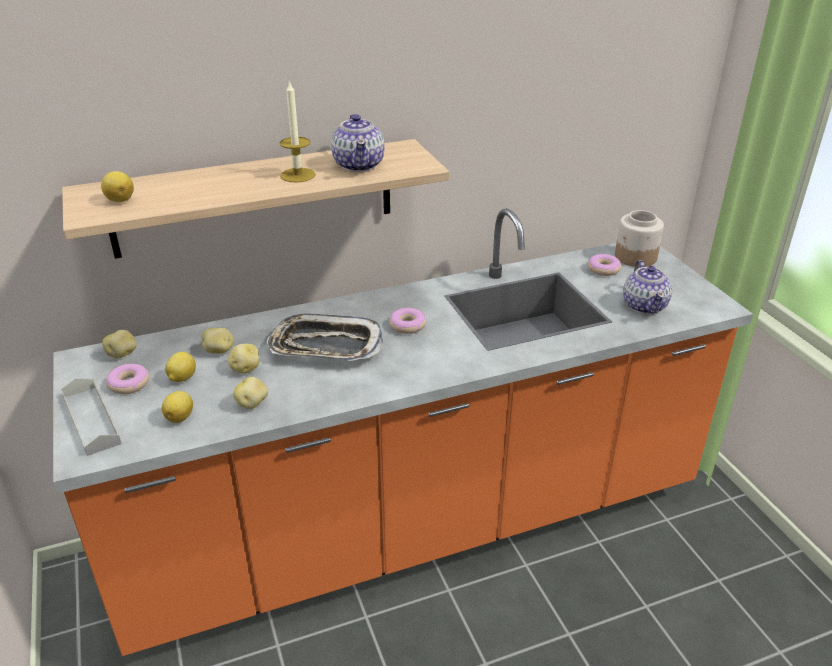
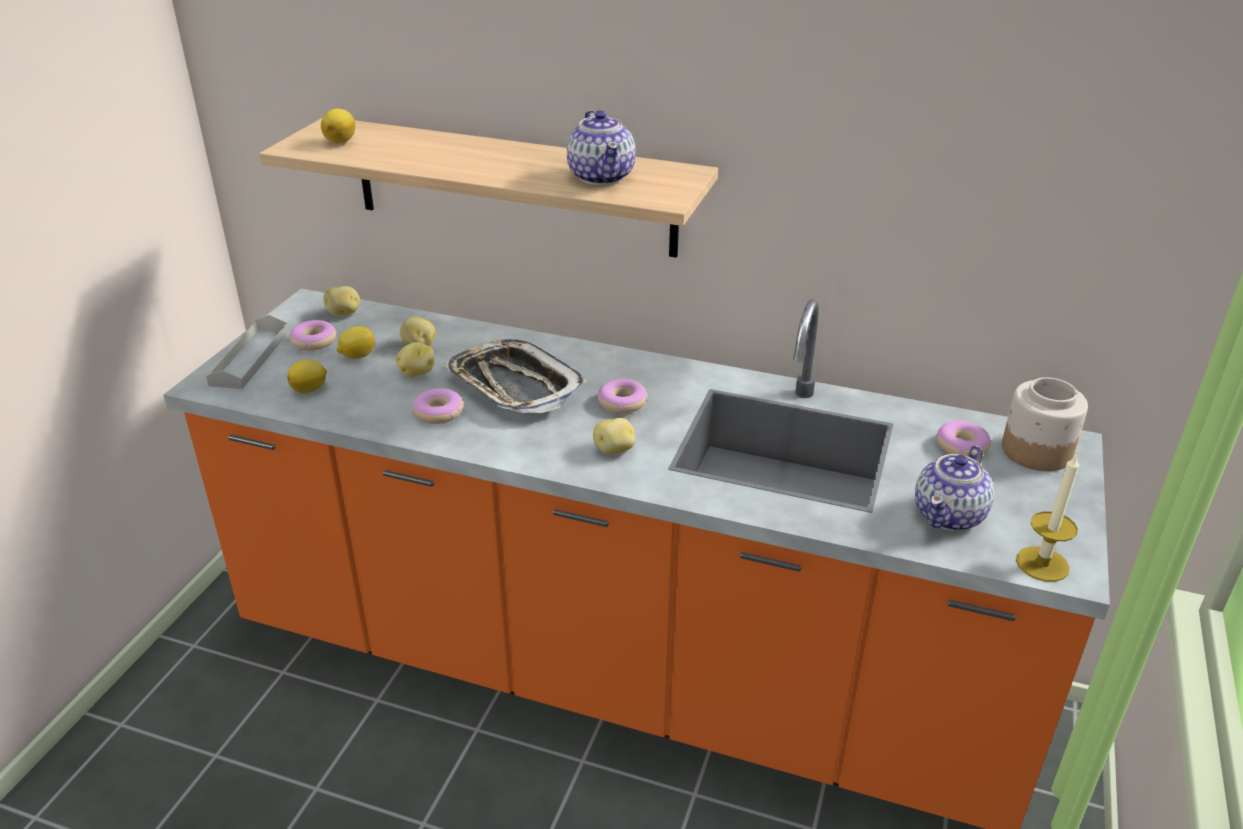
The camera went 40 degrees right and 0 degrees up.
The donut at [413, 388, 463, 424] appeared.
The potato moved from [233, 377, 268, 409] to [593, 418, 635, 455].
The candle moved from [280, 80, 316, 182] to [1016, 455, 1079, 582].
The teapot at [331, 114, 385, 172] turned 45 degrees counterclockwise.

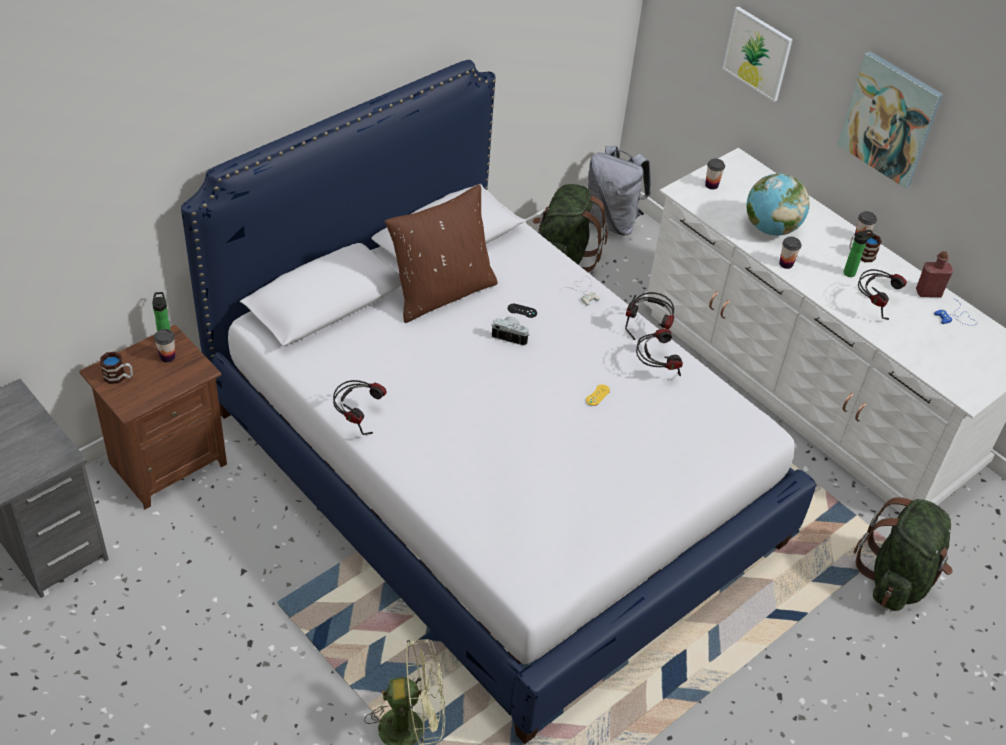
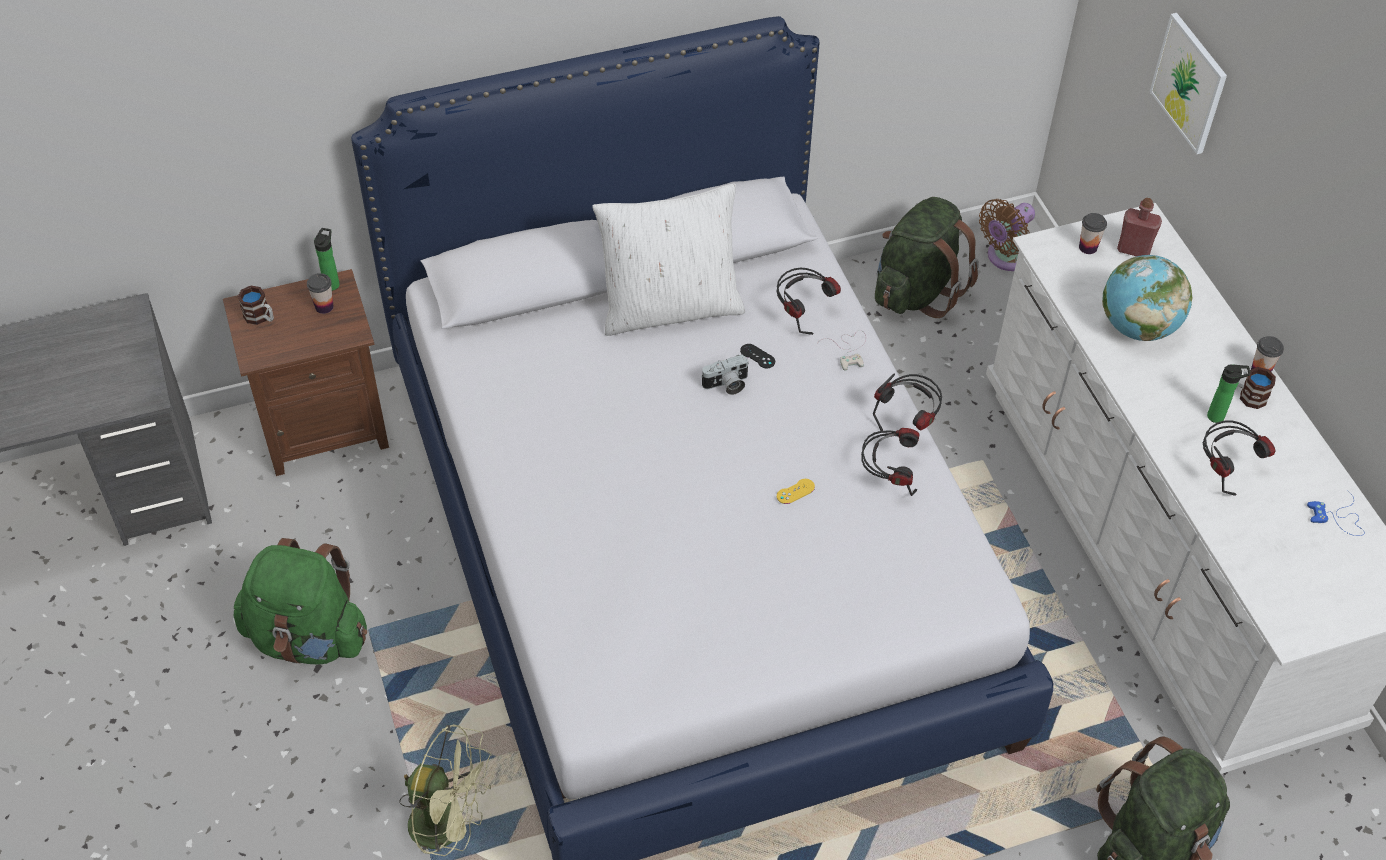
The camera went 25 degrees right and 5 degrees up.
The cup at [779, 237, 802, 269] disappeared.
The picture at [837, 51, 943, 189] disappeared.
The green backpack at [234, 538, 367, 664] appeared.
The headphones moved from [333, 380, 387, 435] to [777, 268, 841, 335].
The red bottle moved from [916, 251, 953, 297] to [1117, 198, 1162, 256].
The grey backpack at [588, 146, 651, 235] was replaced by the brown fan at [979, 199, 1035, 271].
The brown pillow at [385, 184, 498, 323] became the white pillow at [592, 184, 745, 336].
The photo camera at [491, 317, 530, 346] turned 120 degrees clockwise.

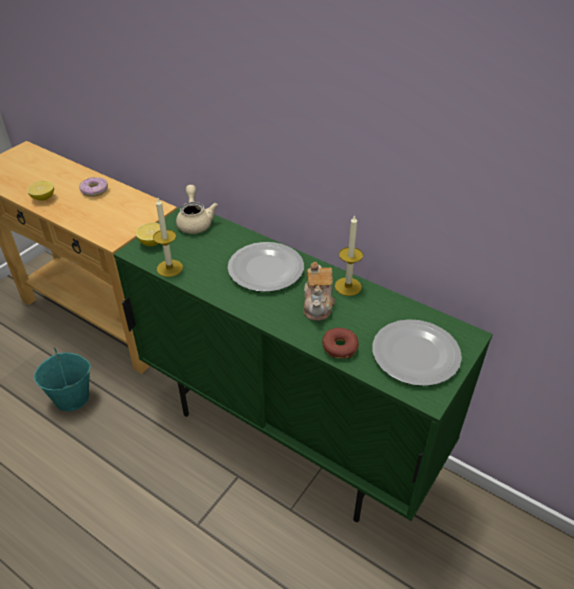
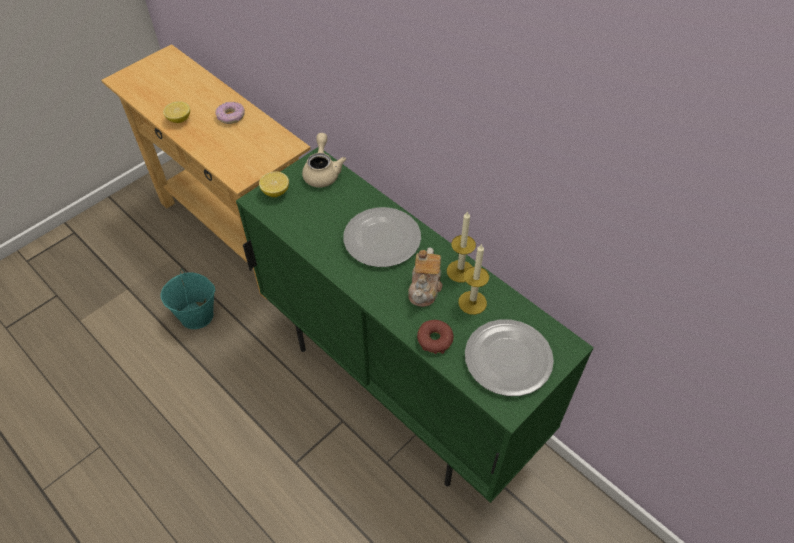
The camera went 10 degrees right and 10 degrees up.
The candle moved from [153, 198, 183, 277] to [458, 243, 489, 315].

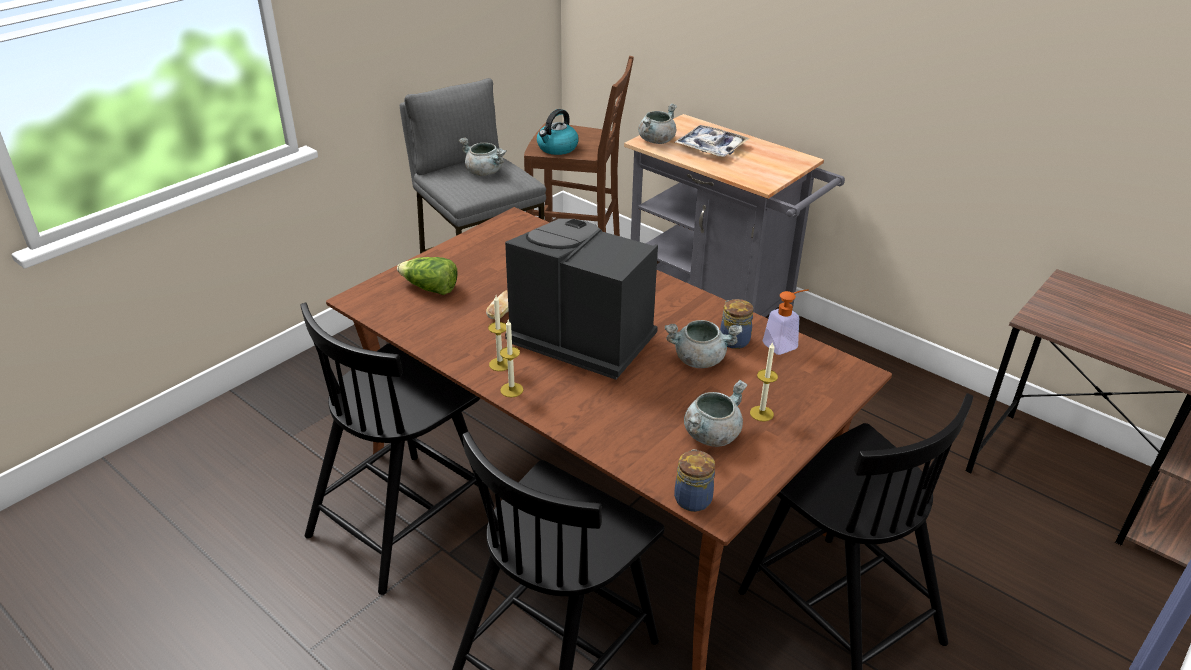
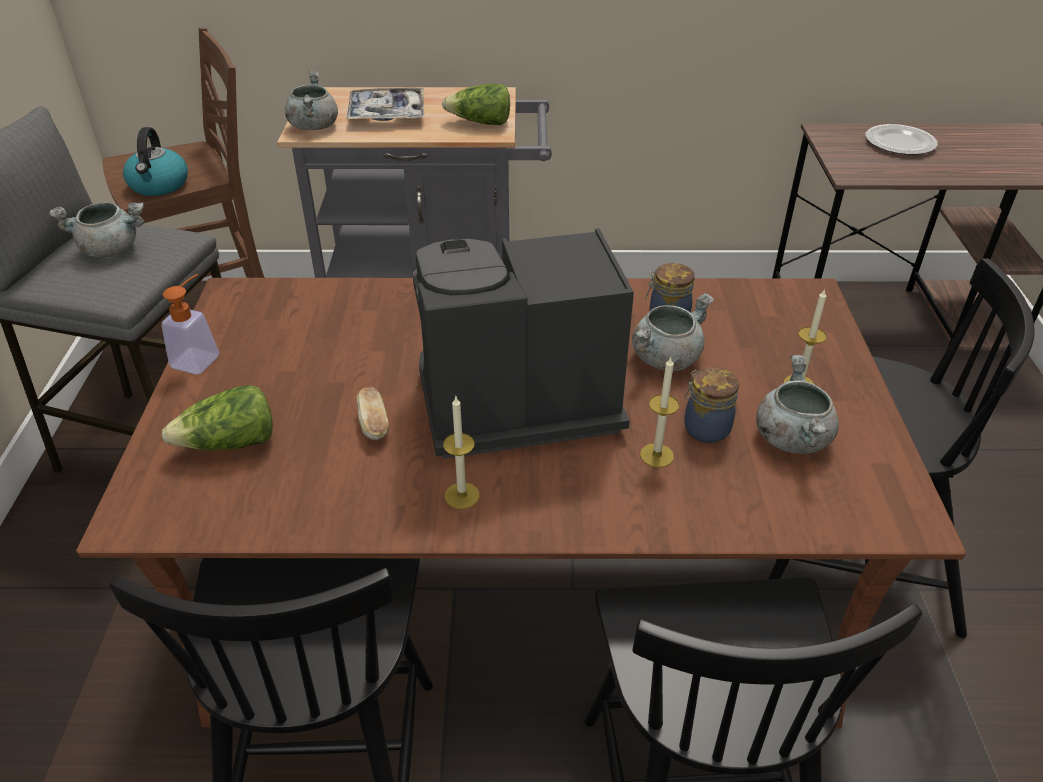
The camera went 40 degrees left and 5 degrees up.
The lettuce at [442, 84, 510, 125] appeared.
The plate at [866, 124, 938, 155] appeared.
The candle moved from [500, 320, 523, 398] to [640, 356, 679, 468].
The jar moved from [674, 449, 715, 512] to [684, 367, 739, 443].
The soap dispenser moved from [763, 289, 809, 355] to [161, 274, 219, 374].

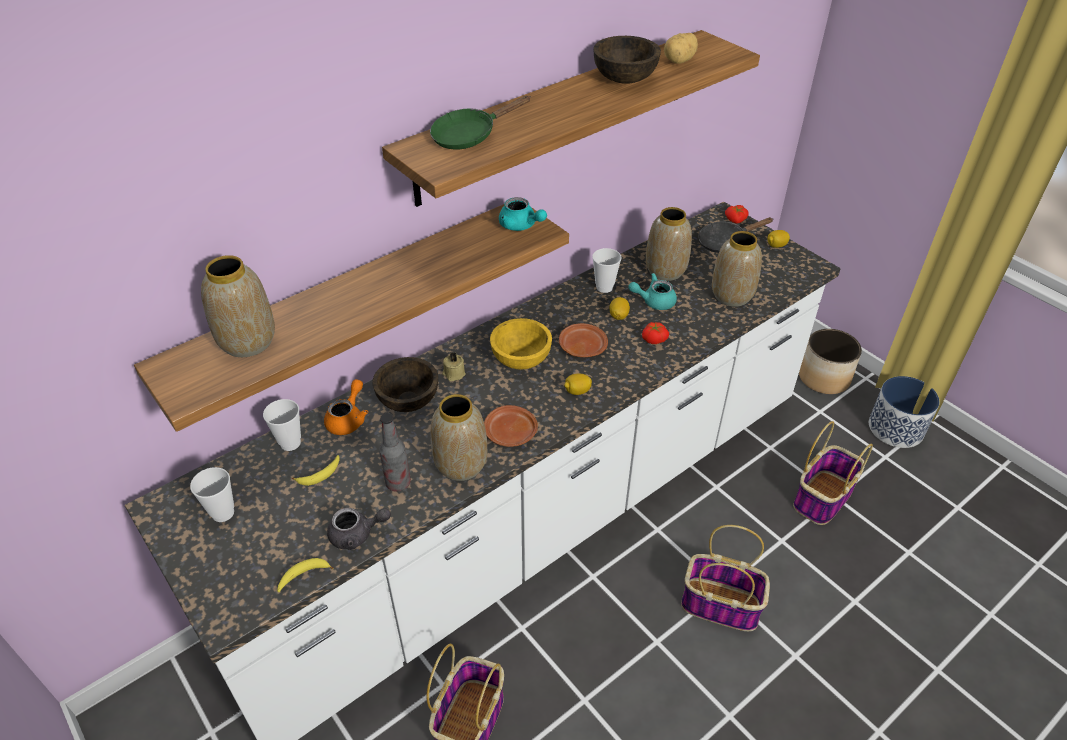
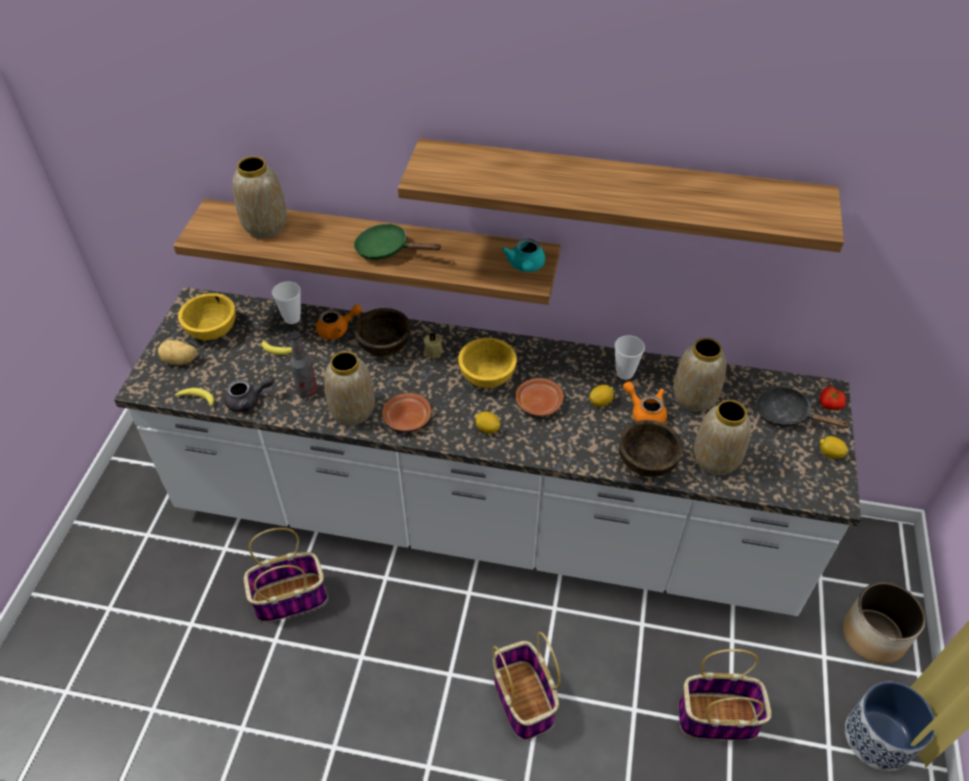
The camera went 50 degrees right and 5 degrees up.
The tomato at [642, 322, 669, 344] disappeared.
The green frying pan moved from [430, 96, 531, 150] to [354, 224, 442, 260].
The brown bowl moved from [593, 36, 661, 84] to [619, 420, 683, 477].
The potato moved from [664, 33, 698, 64] to [158, 340, 197, 365].
The cup at [190, 467, 234, 522] was replaced by the yellow bowl at [178, 293, 236, 340].
The turquoise teapot at [628, 273, 677, 310] became the orange teapot at [623, 381, 667, 423].
The grey teapot at [327, 508, 391, 550] turned 60 degrees counterclockwise.

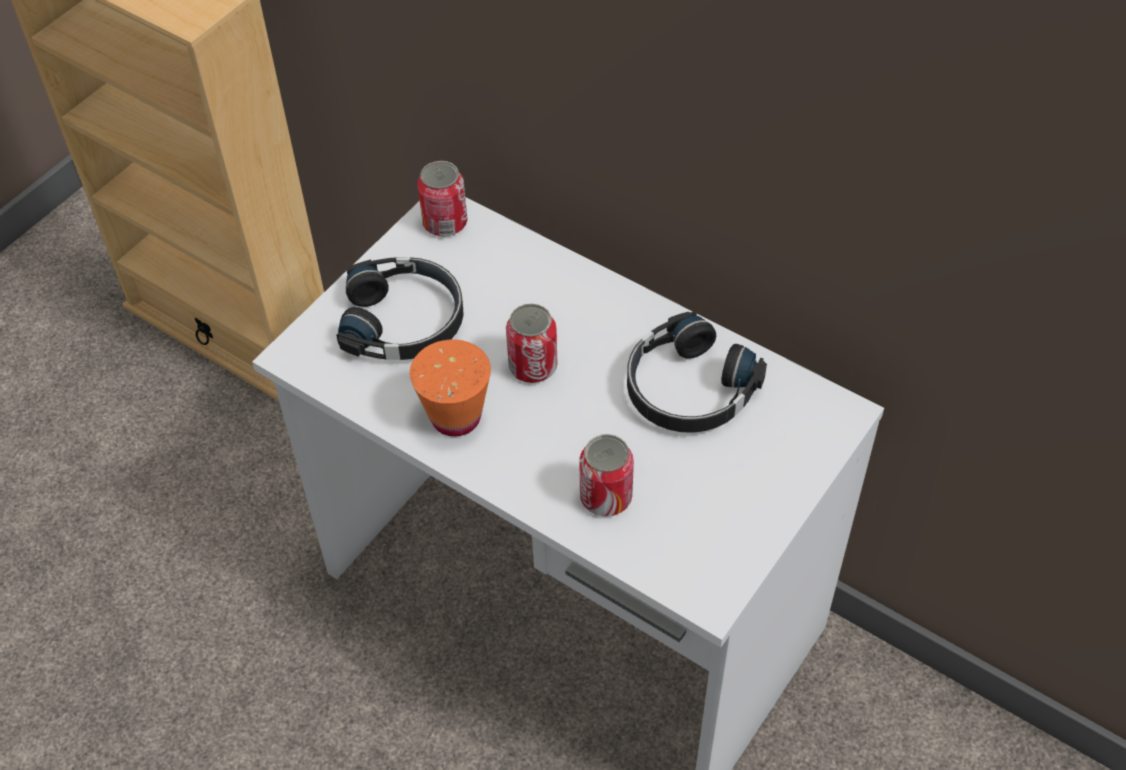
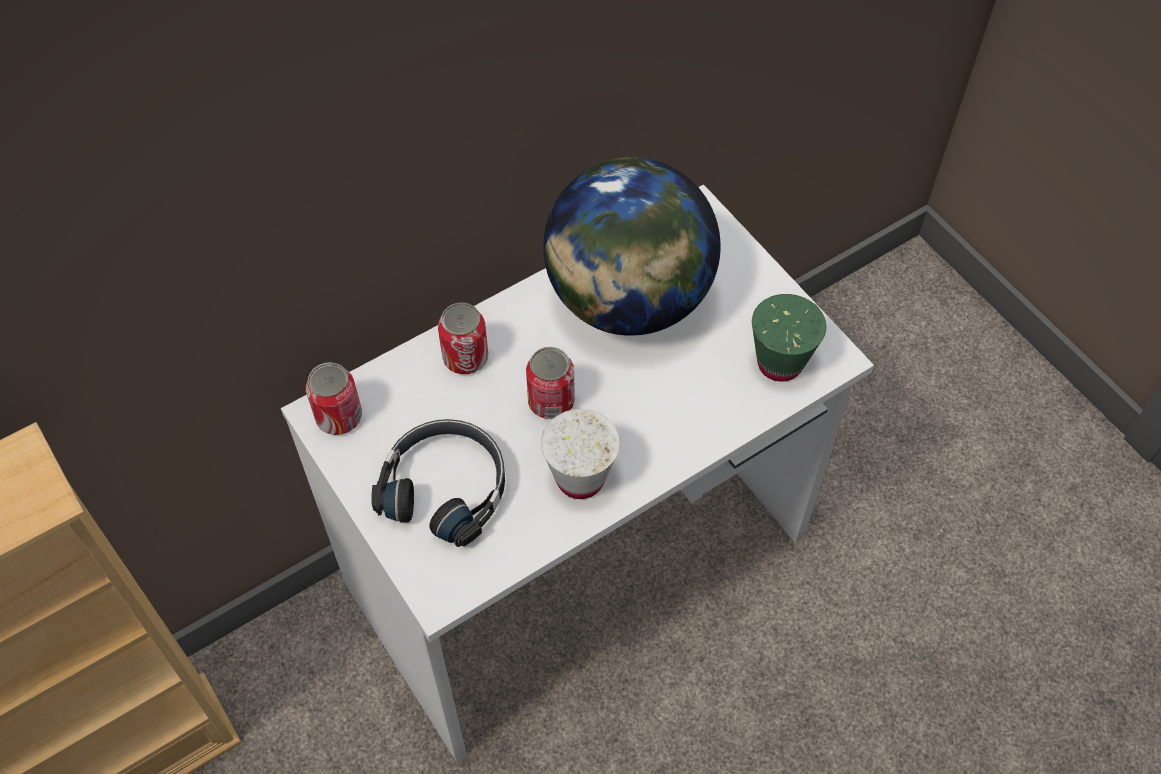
The camera went 70 degrees left and 5 degrees up.
The green cup at [752, 294, 826, 382] appeared.
The can moved from [579, 434, 634, 516] to [438, 303, 488, 374].
The black headphones at [627, 312, 767, 433] was replaced by the globe at [543, 157, 721, 336].
The orange cup at [410, 339, 491, 437] became the white cup at [541, 409, 620, 499].

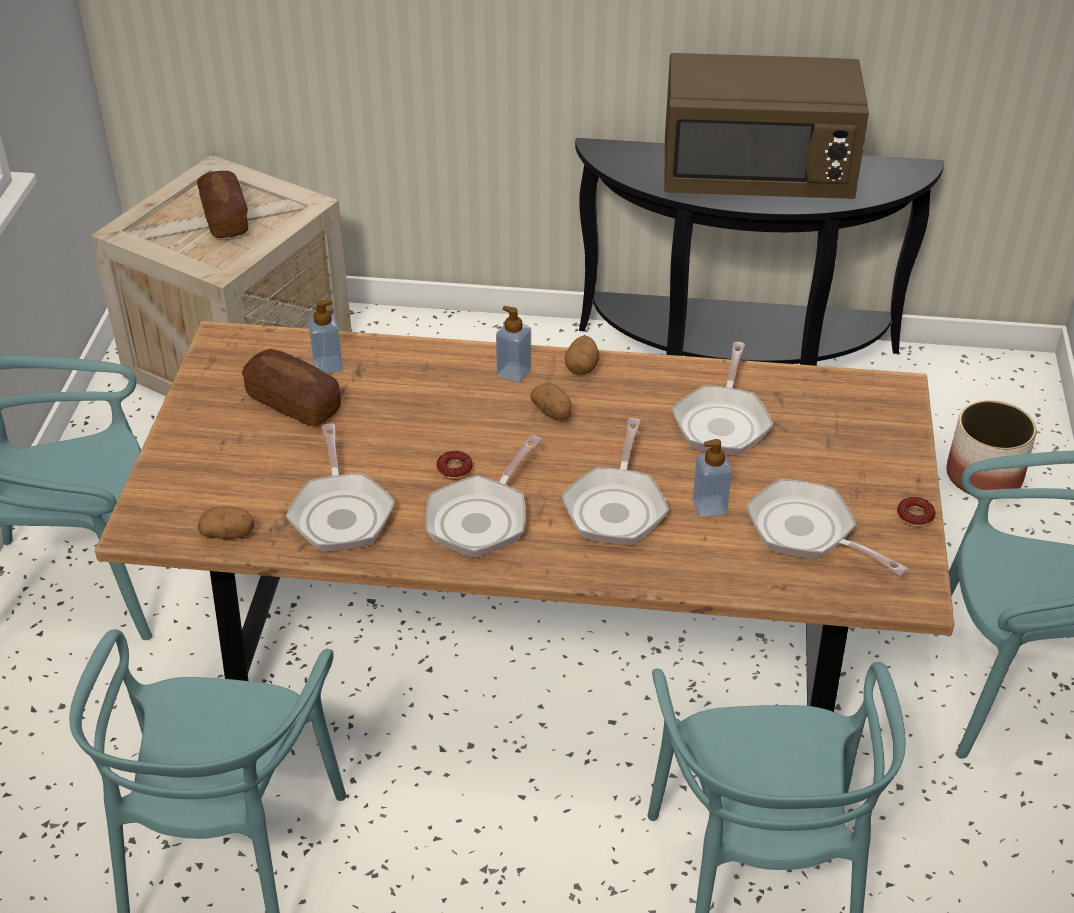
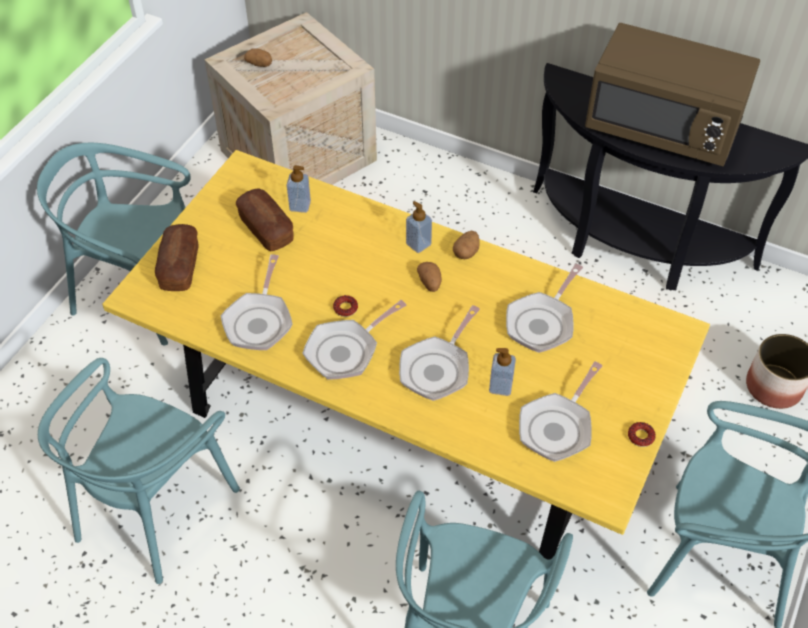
The camera went 20 degrees right and 10 degrees up.
The bread moved from [197, 171, 248, 238] to [155, 224, 198, 291].
The potato moved from [198, 506, 254, 539] to [244, 48, 272, 67].
The brown dining table at [95, 321, 955, 712] became the yellow dining table at [102, 150, 710, 560].
The frying pan at [746, 479, 908, 576] turned 120 degrees counterclockwise.

